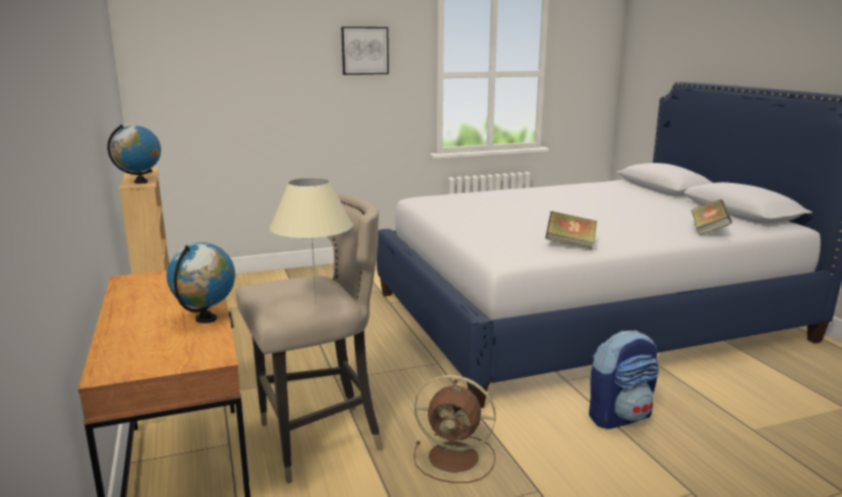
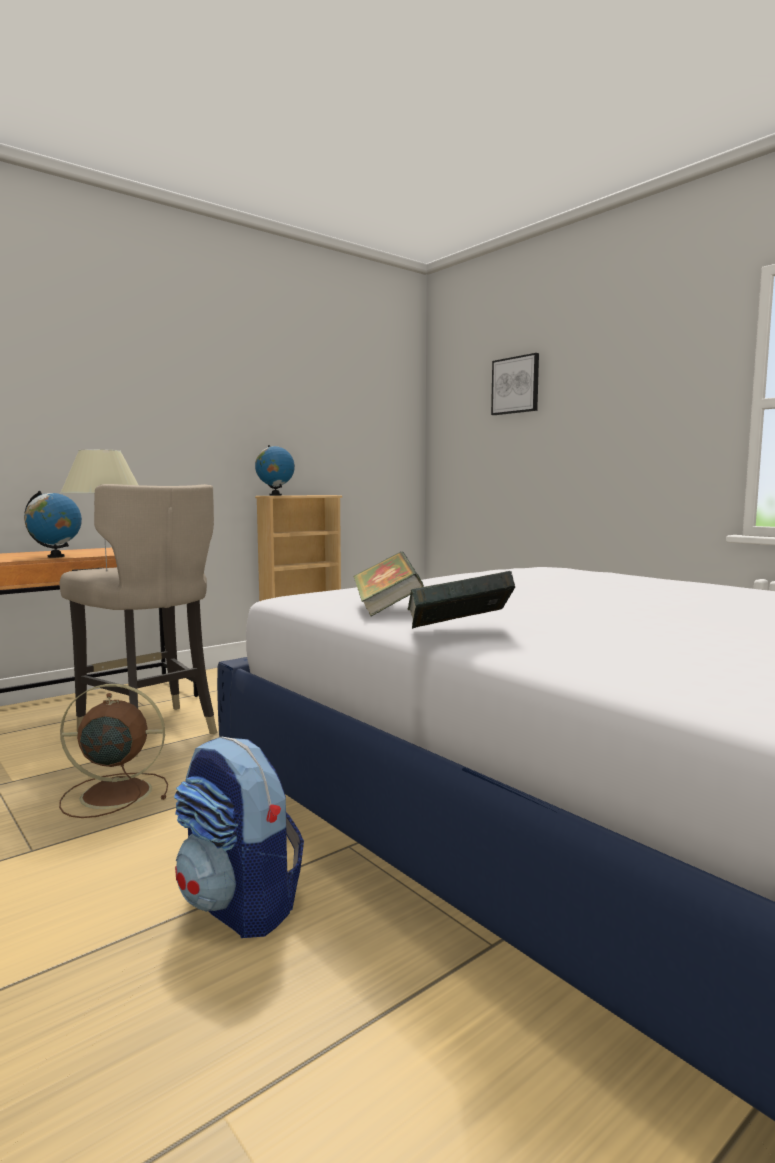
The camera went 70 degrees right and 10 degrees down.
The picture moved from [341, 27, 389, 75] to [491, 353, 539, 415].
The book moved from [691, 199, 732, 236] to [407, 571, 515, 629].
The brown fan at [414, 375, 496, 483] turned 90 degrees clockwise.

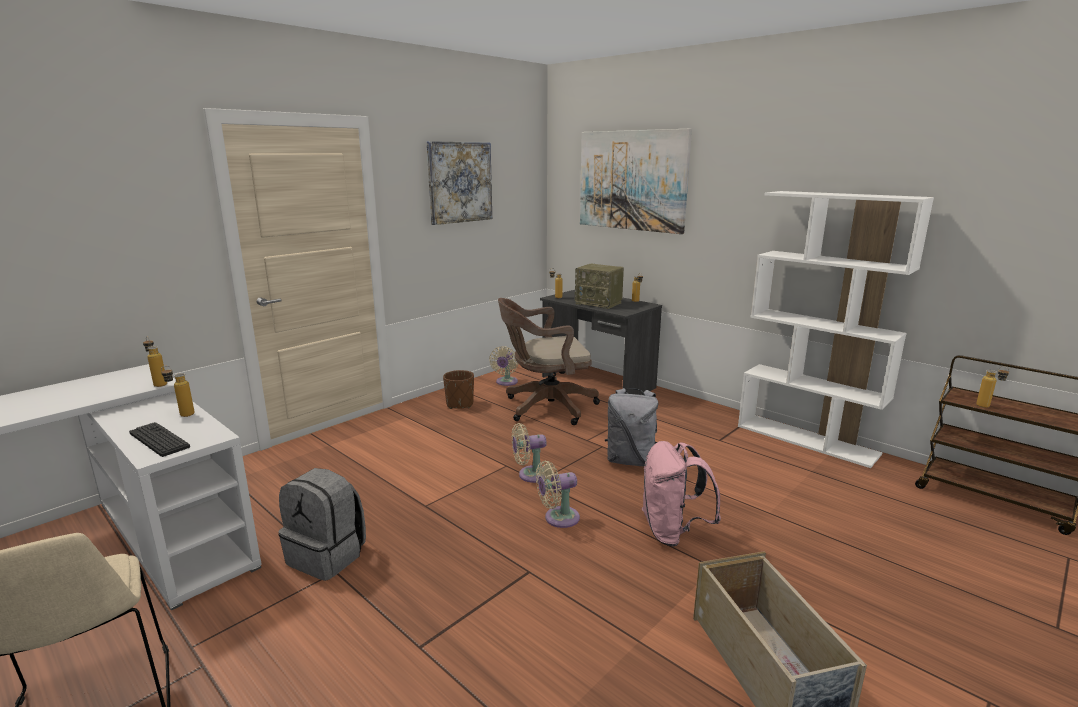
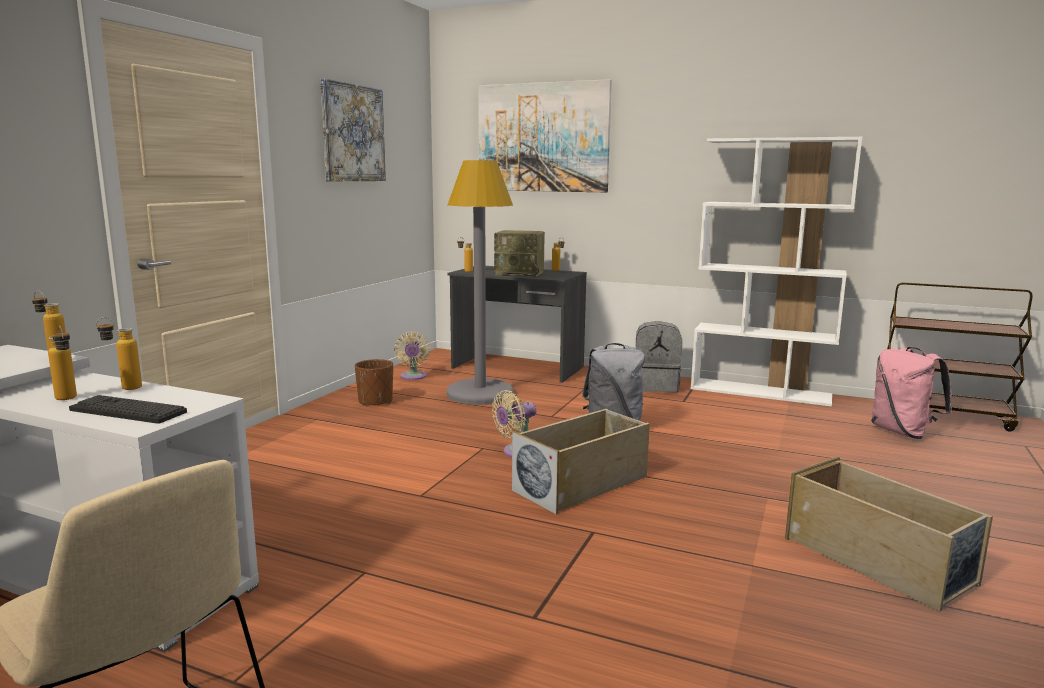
The camera went 20 degrees left and 5 degrees down.
The grey backpack moved from [278, 468, 366, 581] to [636, 321, 682, 392].
The pink backpack moved from [642, 441, 721, 547] to [871, 347, 952, 439].
The bottle moved from [976, 366, 1010, 408] to [48, 326, 77, 400].
The brown office chair at [498, 298, 600, 425] was replaced by the grey floor lamp at [447, 160, 514, 405].
The beige fan at [536, 461, 580, 528] was replaced by the beige storage box at [512, 409, 650, 515].

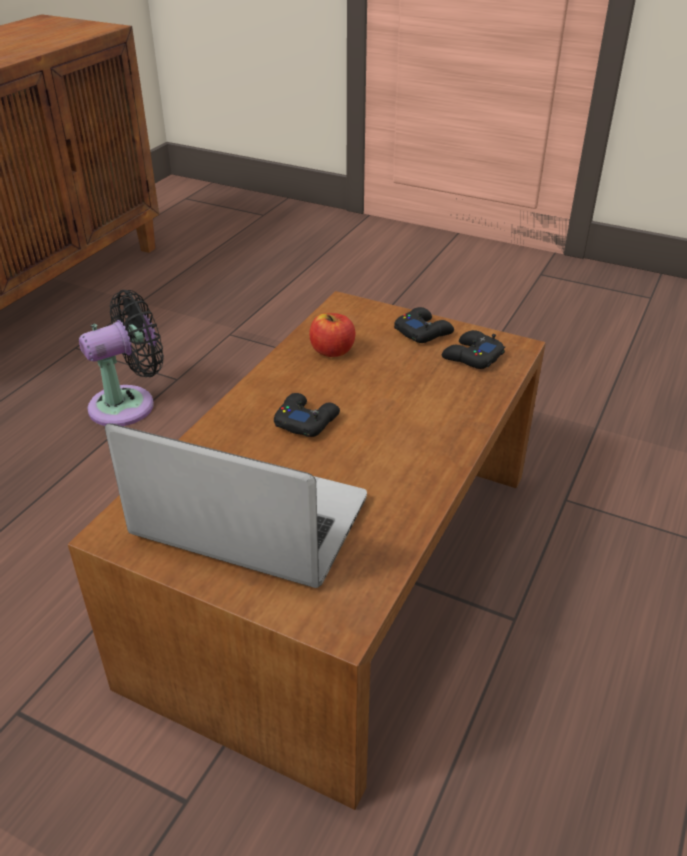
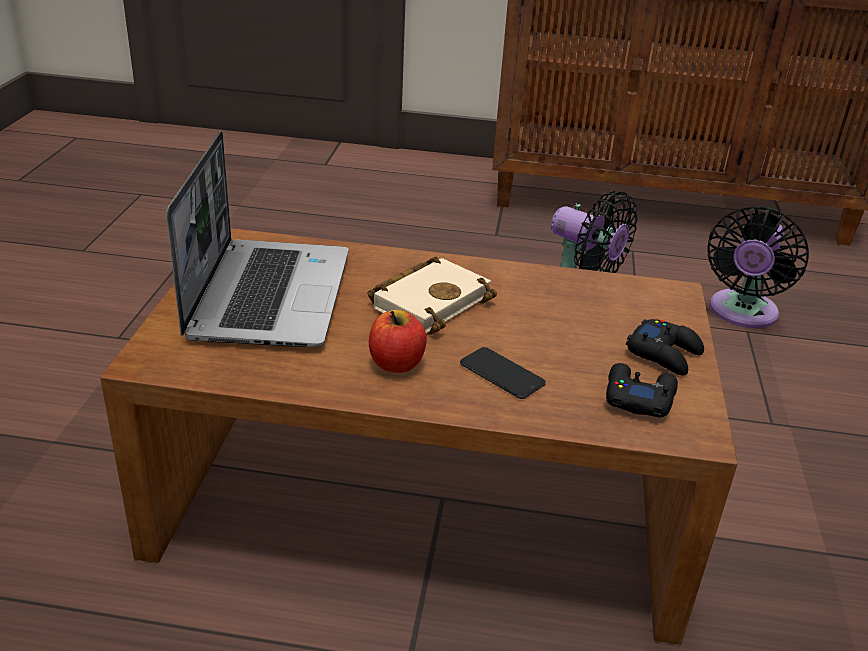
The camera went 70 degrees right and 5 degrees down.
The phone at [460, 347, 546, 399] appeared.
The black fan at [708, 206, 809, 328] appeared.
The apple moved from [309, 313, 355, 357] to [369, 310, 427, 373].
The black game controller at [274, 393, 340, 437] was replaced by the beige book at [367, 257, 497, 335].

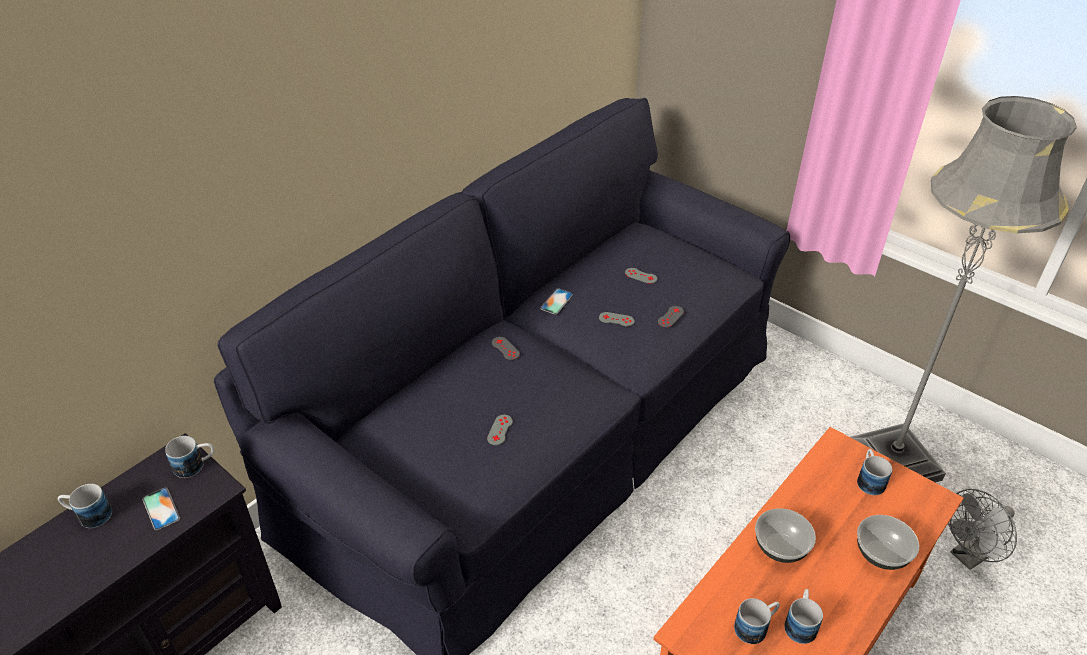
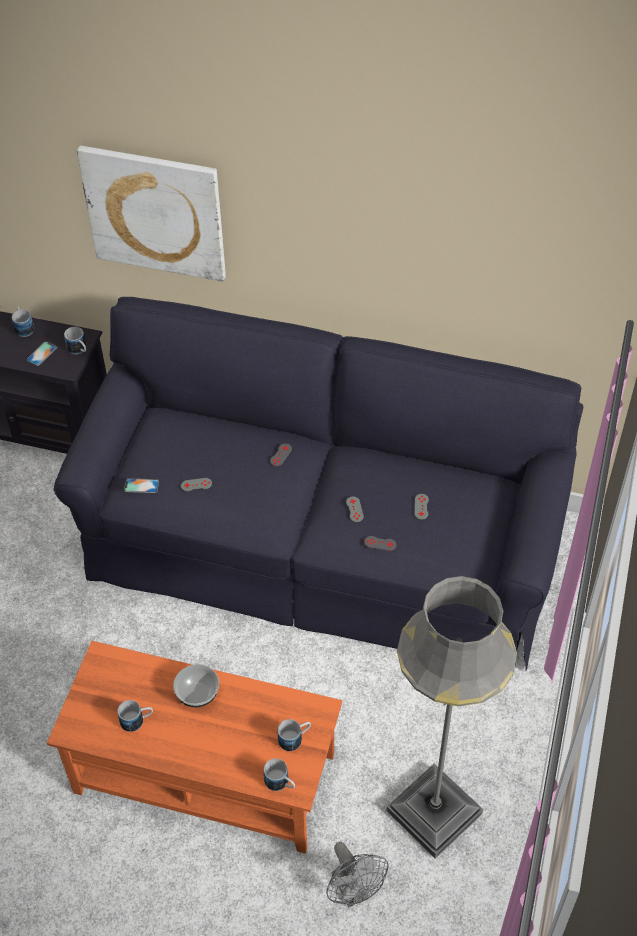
The camera went 65 degrees right and 10 degrees up.
The bowl at [857, 515, 919, 570] disappeared.
The picture at [77, 146, 226, 282] appeared.
The phone moved from [540, 288, 573, 315] to [124, 478, 159, 493].
The mug moved from [734, 598, 780, 644] to [264, 758, 295, 791].
The grey fan at [948, 489, 1017, 570] turned 150 degrees counterclockwise.

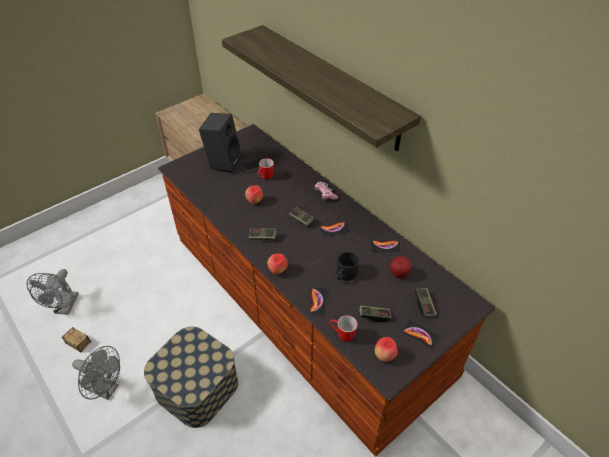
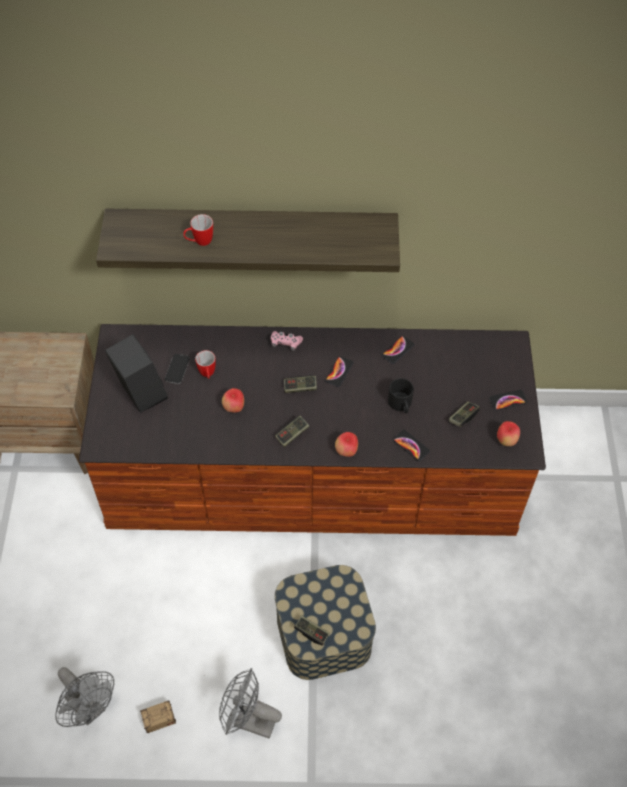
The camera went 50 degrees left and 10 degrees up.
The apple at [390, 256, 411, 278] disappeared.
The mug moved from [330, 315, 358, 342] to [183, 214, 213, 246].
The game controller moved from [415, 288, 437, 317] to [294, 616, 330, 646].
The grey fan at [72, 346, 120, 400] turned 135 degrees counterclockwise.

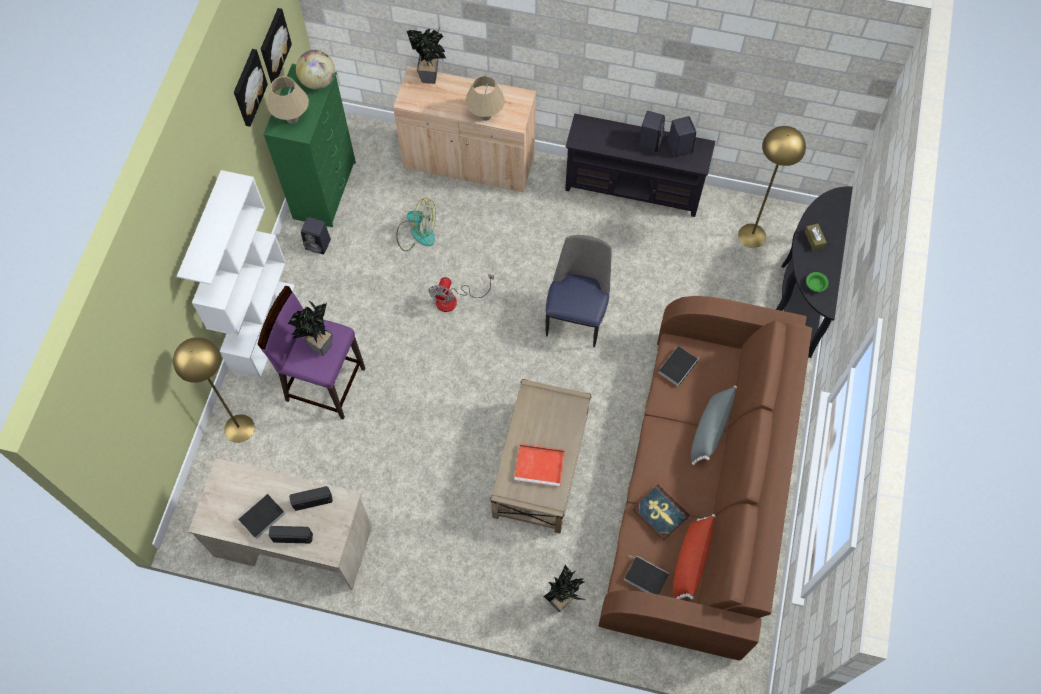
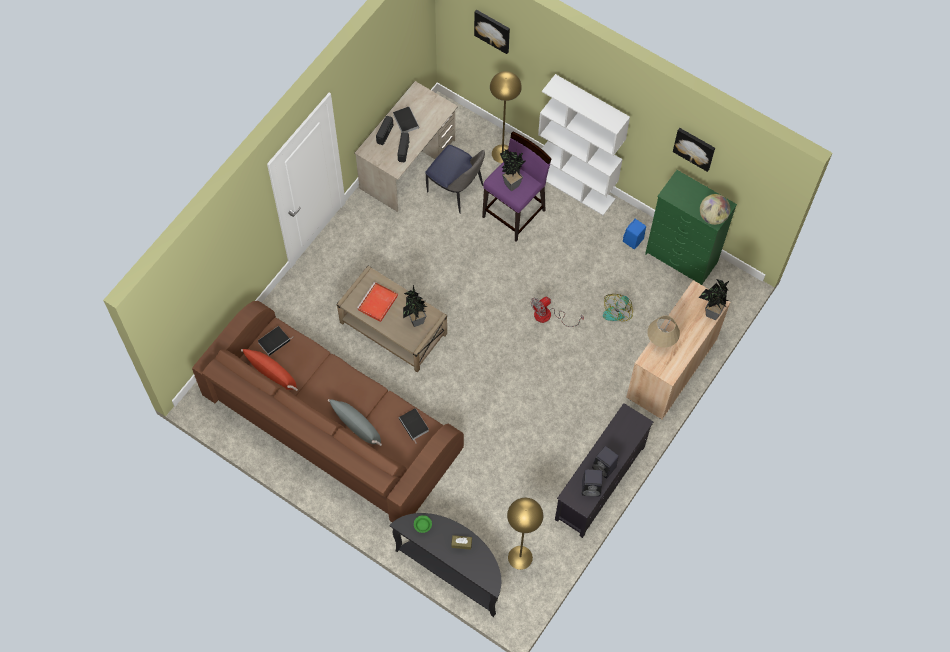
The camera went 110 degrees right and 0 degrees up.
The beige table lamp at [267, 76, 309, 124] disappeared.
The book at [633, 484, 690, 540] disappeared.
The picture moved from [261, 8, 292, 83] to [474, 10, 510, 54].
The potted plant moved from [544, 565, 586, 612] to [403, 285, 428, 327].
The chair moved from [545, 235, 612, 347] to [425, 145, 485, 214].
The black speaker at [301, 217, 331, 254] became the blue speaker at [623, 219, 646, 249].
The fan at [428, 274, 494, 312] turned 75 degrees counterclockwise.

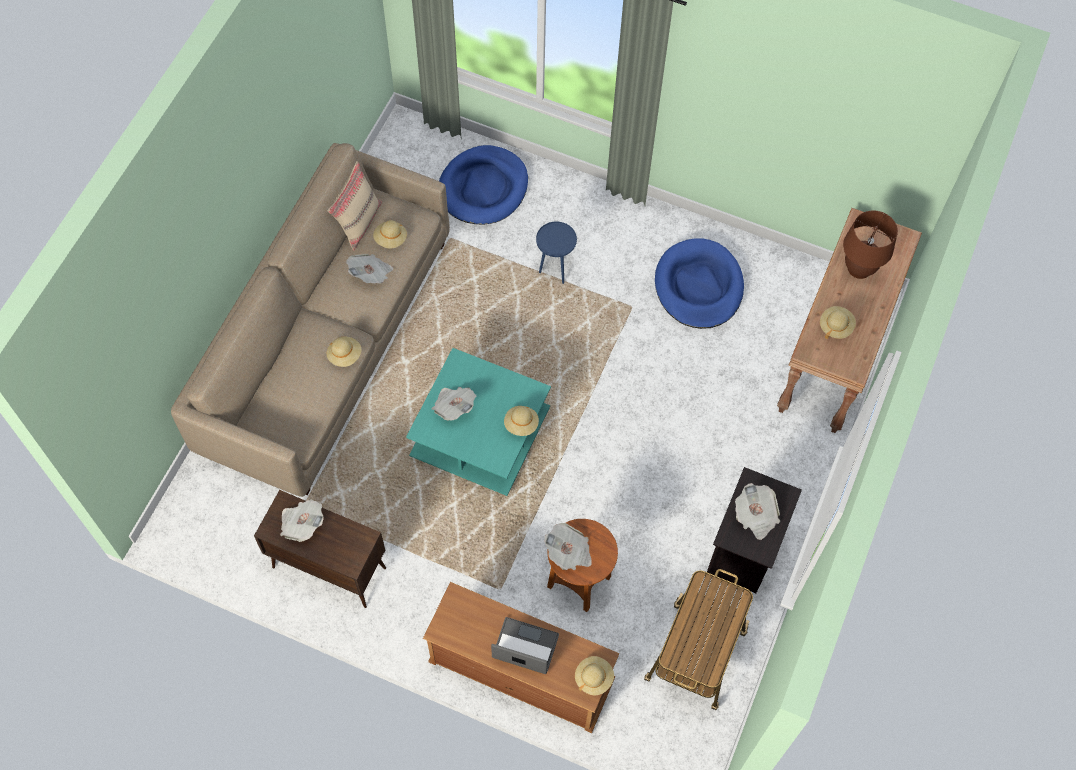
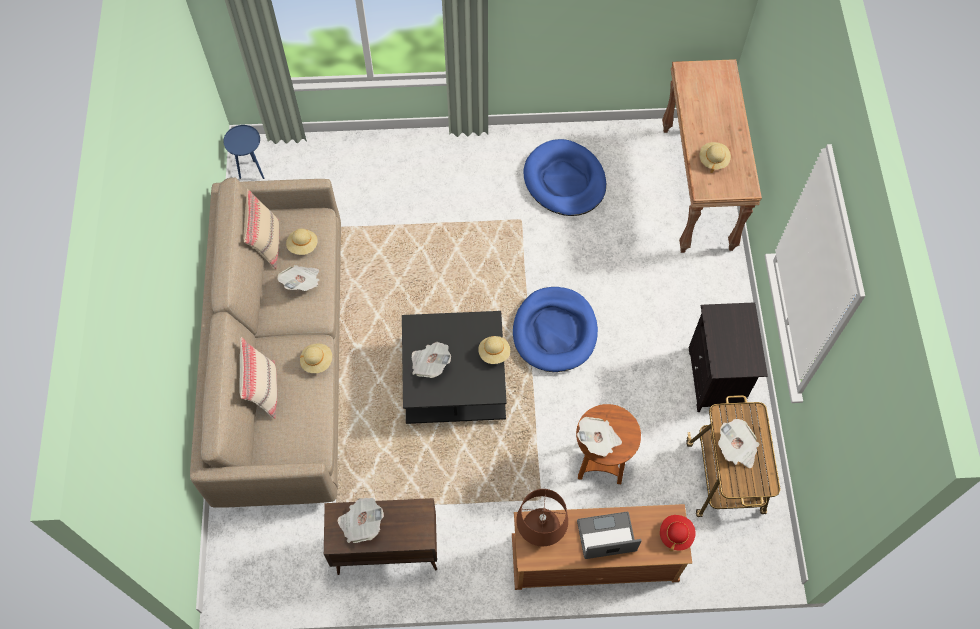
The camera went 25 degrees left and 0 degrees up.
The beige pillow at [239, 337, 277, 419] appeared.
The blue dog bed moved from [439, 145, 528, 225] to [513, 287, 598, 372].
The blue side table moved from [536, 221, 577, 284] to [223, 125, 264, 179].
The newspaper moved from [735, 483, 780, 540] to [718, 419, 759, 468].
The brown table lamp moved from [843, 210, 898, 279] to [516, 489, 568, 546].
The turquoise coffee table at [406, 348, 551, 496] became the black coffee table at [402, 311, 507, 424].
The beige hat at [575, 656, 614, 696] became the red hat at [660, 515, 696, 552].

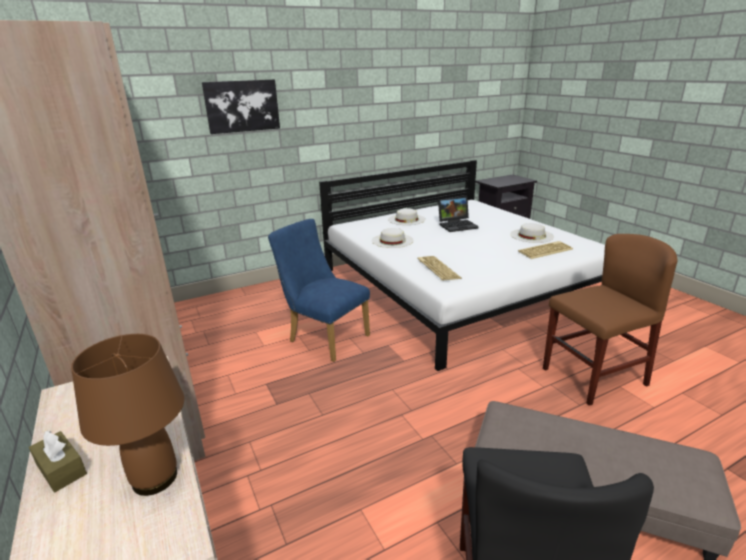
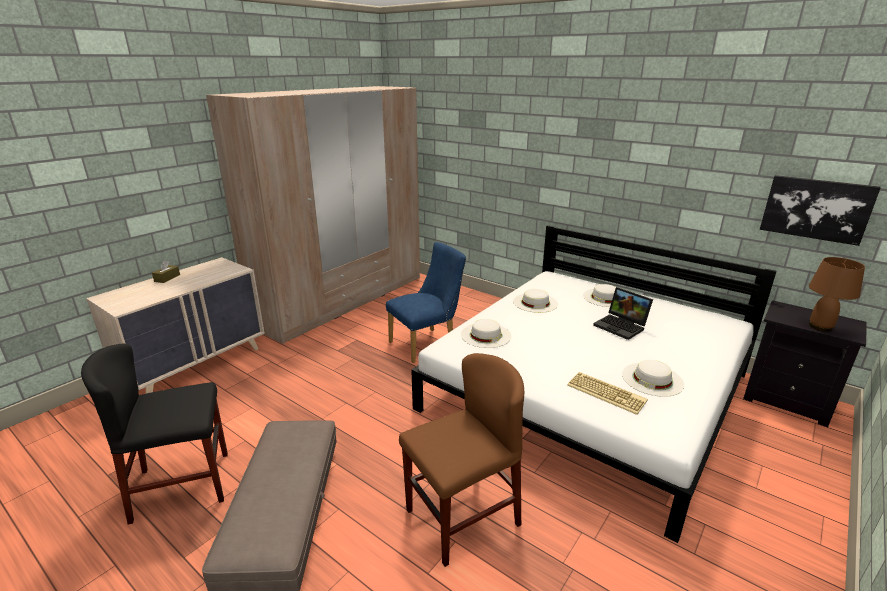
The camera went 65 degrees right and 0 degrees up.
The brown table lamp moved from [71, 334, 184, 496] to [809, 257, 865, 332].
The picture moved from [202, 79, 280, 134] to [760, 175, 881, 246].
The keyboard at [417, 256, 462, 280] was replaced by the white hat at [461, 319, 511, 348].
The blue chair at [268, 219, 370, 362] turned 45 degrees clockwise.
The brown chair at [543, 234, 677, 406] turned 75 degrees counterclockwise.

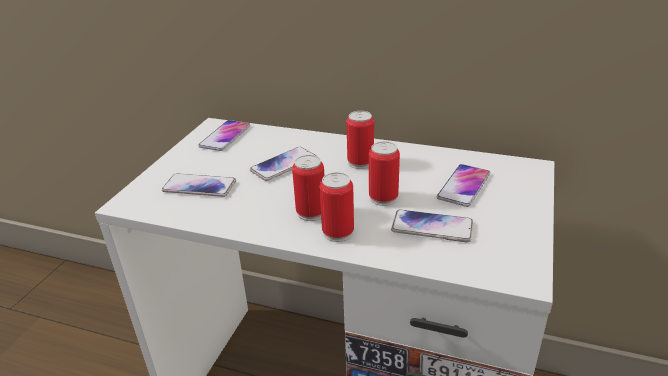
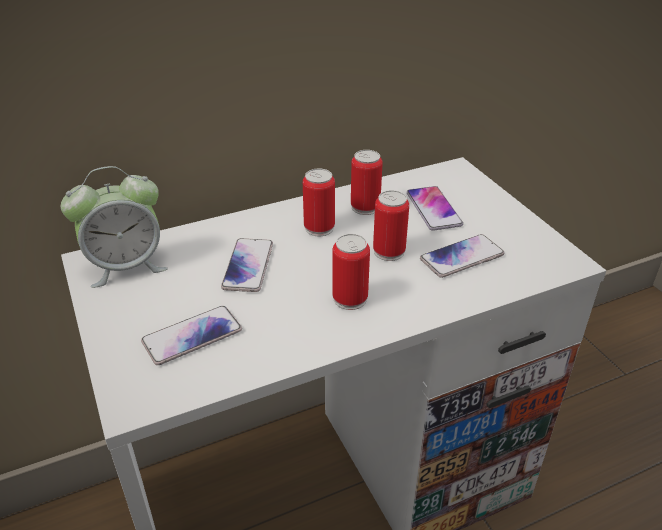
The camera went 45 degrees left and 5 degrees up.
The can moved from [320, 172, 354, 242] to [351, 150, 383, 215].
The phone at [198, 120, 250, 151] was replaced by the alarm clock at [61, 166, 168, 288].

